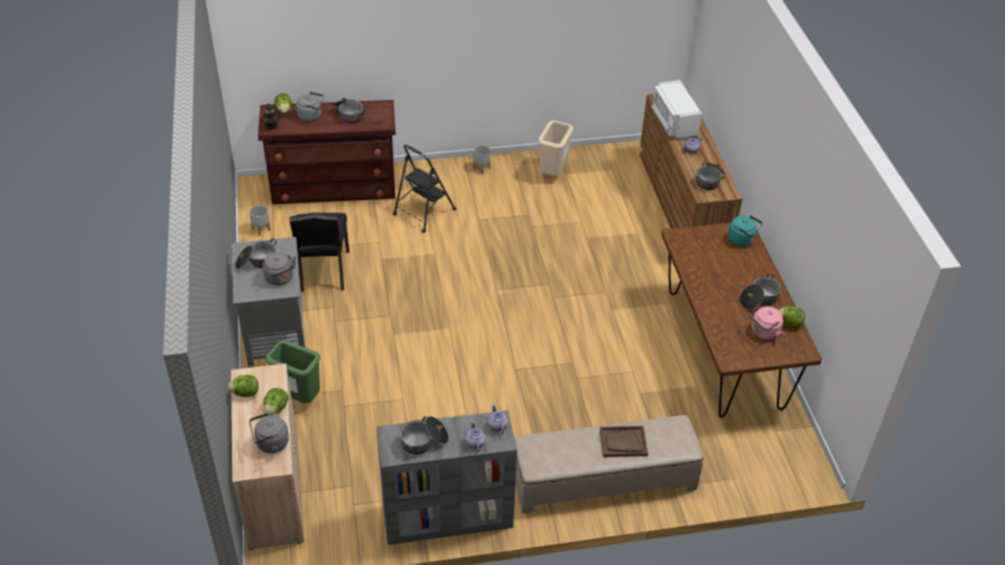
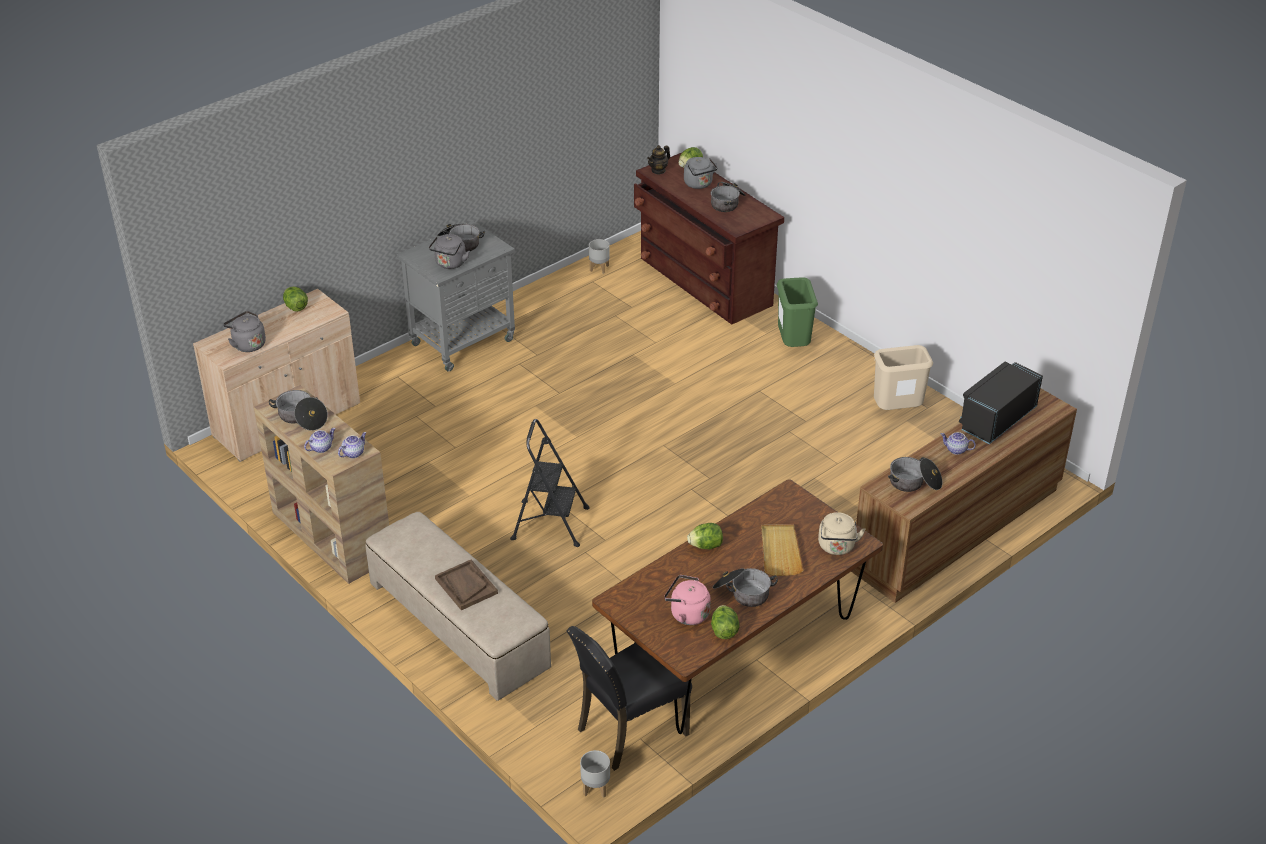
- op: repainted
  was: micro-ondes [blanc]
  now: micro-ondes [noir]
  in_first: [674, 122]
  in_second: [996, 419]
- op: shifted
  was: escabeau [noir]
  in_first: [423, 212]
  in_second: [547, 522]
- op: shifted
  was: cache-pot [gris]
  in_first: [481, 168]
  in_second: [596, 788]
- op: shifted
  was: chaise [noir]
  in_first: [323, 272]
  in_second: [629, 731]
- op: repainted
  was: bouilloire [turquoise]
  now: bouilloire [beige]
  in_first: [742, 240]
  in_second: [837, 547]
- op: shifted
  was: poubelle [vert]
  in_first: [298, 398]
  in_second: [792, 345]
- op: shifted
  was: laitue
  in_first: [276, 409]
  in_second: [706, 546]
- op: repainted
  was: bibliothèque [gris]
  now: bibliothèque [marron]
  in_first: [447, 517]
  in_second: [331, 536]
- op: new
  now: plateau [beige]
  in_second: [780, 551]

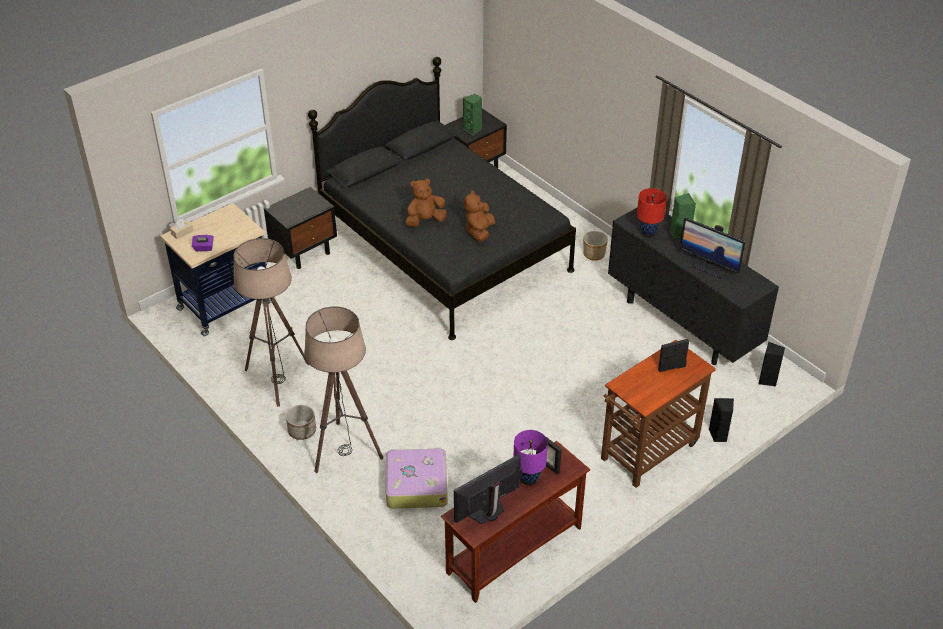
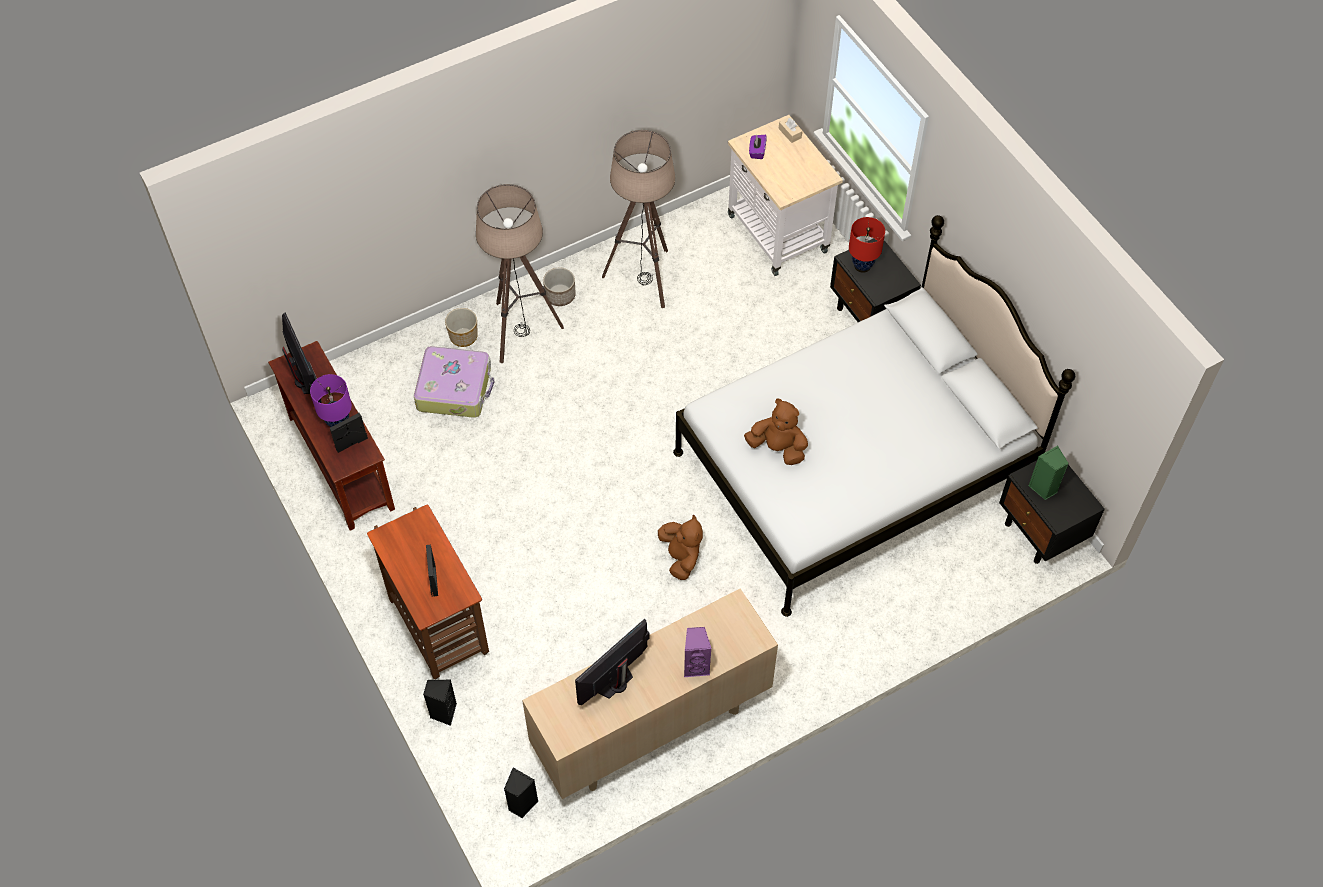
- op: repainted
  was: lit [noir]
  now: lit [blanc]
  in_first: [445, 250]
  in_second: [853, 469]
- op: shifted
  was: peluche [marron]
  in_first: [425, 221]
  in_second: [681, 557]
- op: shifted
  was: lampe de table [rouge]
  in_first: [648, 233]
  in_second: [862, 266]
- op: repainted
  was: enceinte [vert]
  now: enceinte [violet]
  in_first: [679, 233]
  in_second: [696, 665]
- op: repainted
  was: chariot [bleu]
  now: chariot [blanc]
  in_first: [225, 306]
  in_second: [778, 235]
- op: repainted
  was: commode [noir]
  now: commode [beige]
  in_first: [682, 324]
  in_second: [652, 727]
- op: shifted
  was: cache-pot
  in_first: [594, 254]
  in_second: [463, 337]

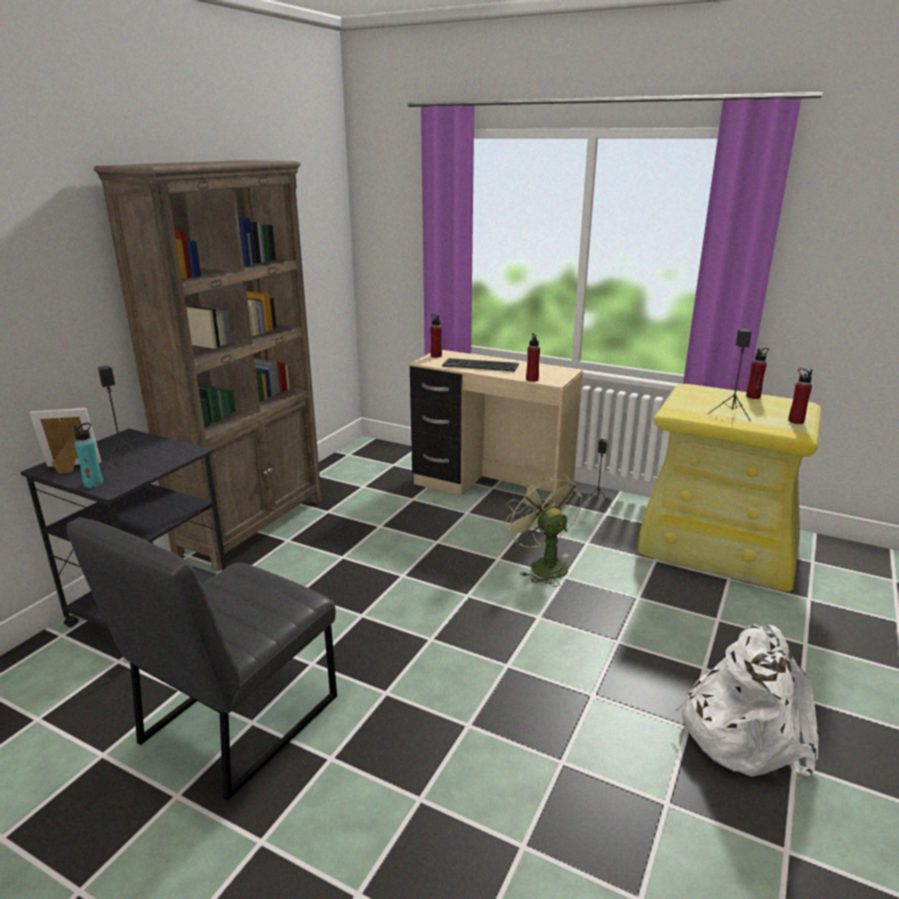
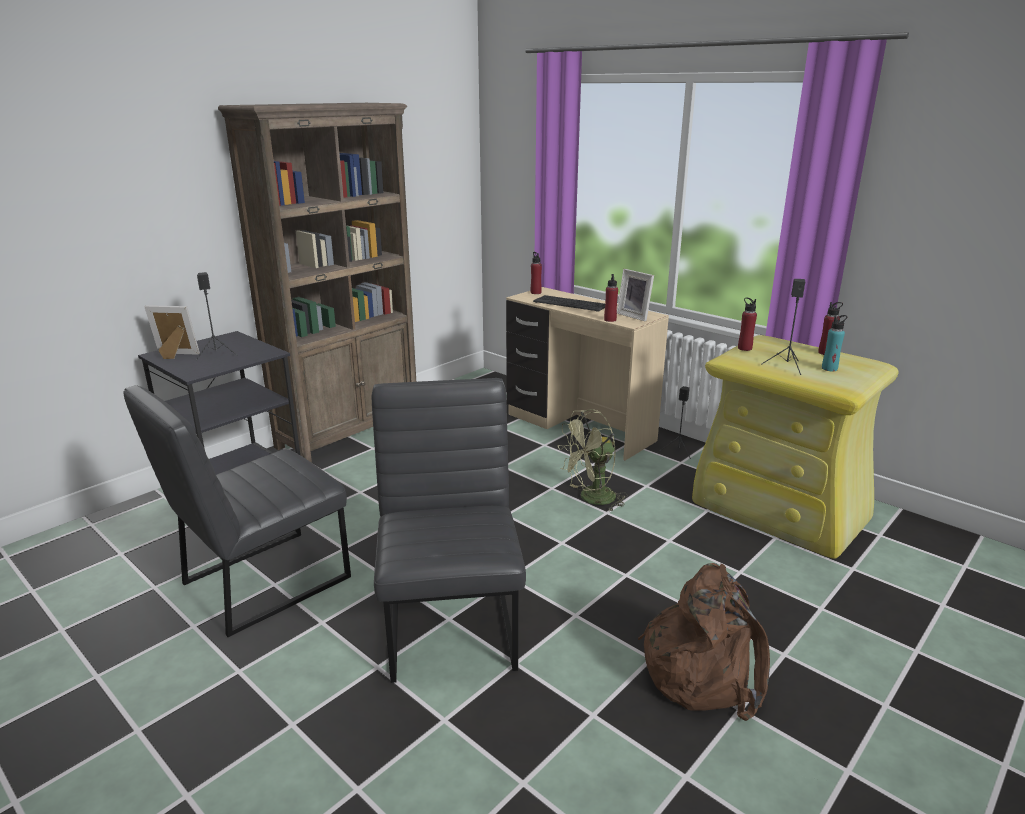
- op: shifted
  was: bouteille [rouge]
  in_first: [796, 421]
  in_second: [744, 348]
- op: shifted
  was: bouteille [turquoise]
  in_first: [93, 484]
  in_second: [829, 368]
- op: rotated
  was: ventilateur [vert]
  in_first: [542, 565]
  in_second: [591, 499]
  clockwise: -105
- op: repainted
  was: sac à dos [blanc]
  now: sac à dos [marron]
  in_first: [741, 729]
  in_second: [704, 670]
- op: new
  now: cadre photo
  in_second: [635, 316]
- op: new
  now: chaise [gris]
  in_second: [452, 621]

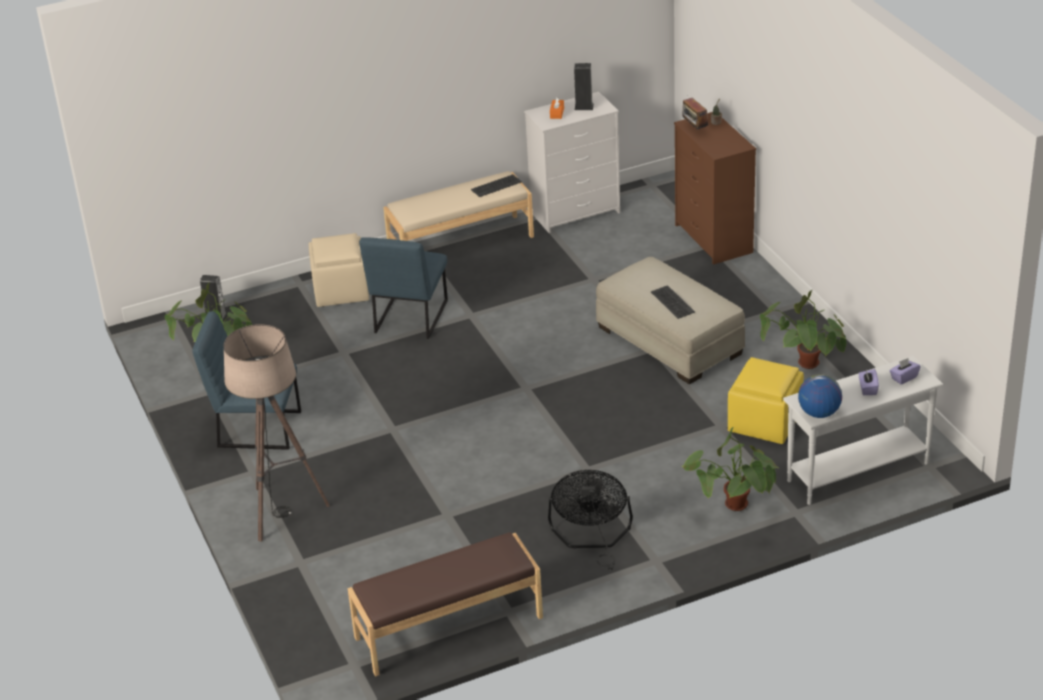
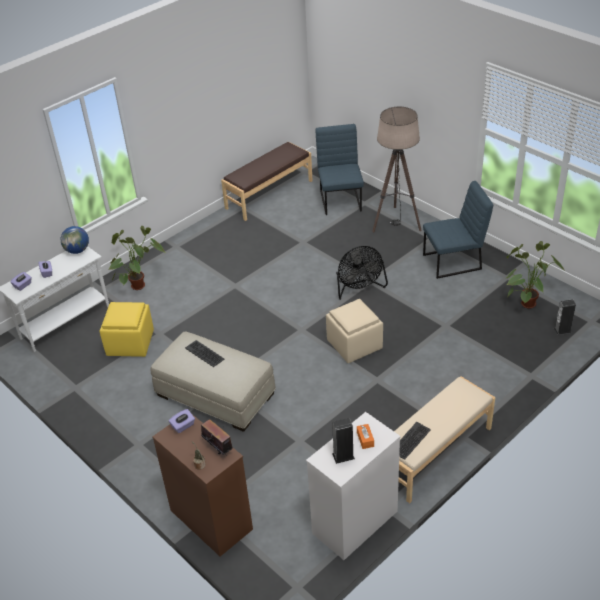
- op: shifted
  was: pouf [beige]
  in_first: [340, 291]
  in_second: [355, 345]
- op: shifted
  was: chaise [bleu]
  in_first: [410, 318]
  in_second: [340, 199]
- op: gone
  was: plante en pot
  in_first: [802, 368]
- op: shifted
  was: ventilateur [noir]
  in_first: [593, 540]
  in_second: [357, 288]
- op: new
  now: boîte à mouchoirs [violet]
  in_second: [183, 426]

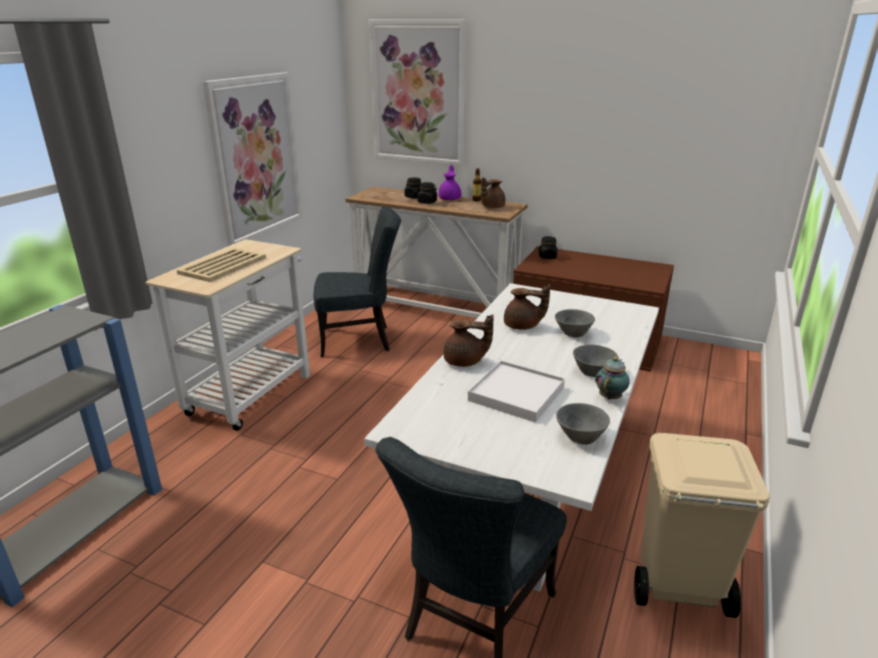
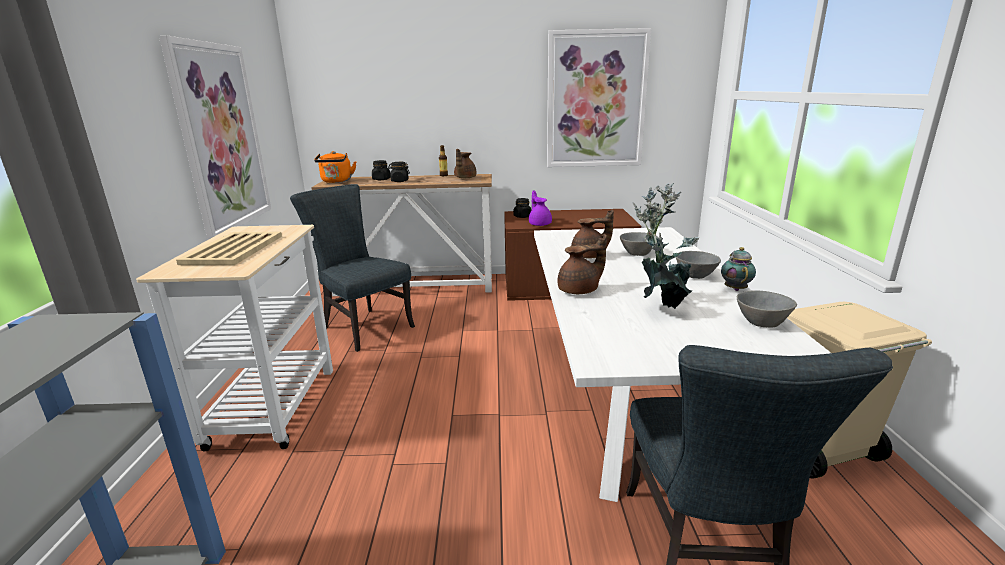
- op: shifted
  was: tableau
  in_first: [418, 93]
  in_second: [596, 100]
- op: shifted
  was: théière [violet]
  in_first: [450, 198]
  in_second: [539, 224]
- op: rotated
  was: chaise [gris]
  in_first: [360, 340]
  in_second: [363, 326]
  clockwise: -105
- op: swapped
  was: plateau [blanc]
  now: plante en pot
  in_first: [516, 394]
  in_second: [661, 304]
- op: new
  now: bouilloire [orange]
  in_second: [336, 181]

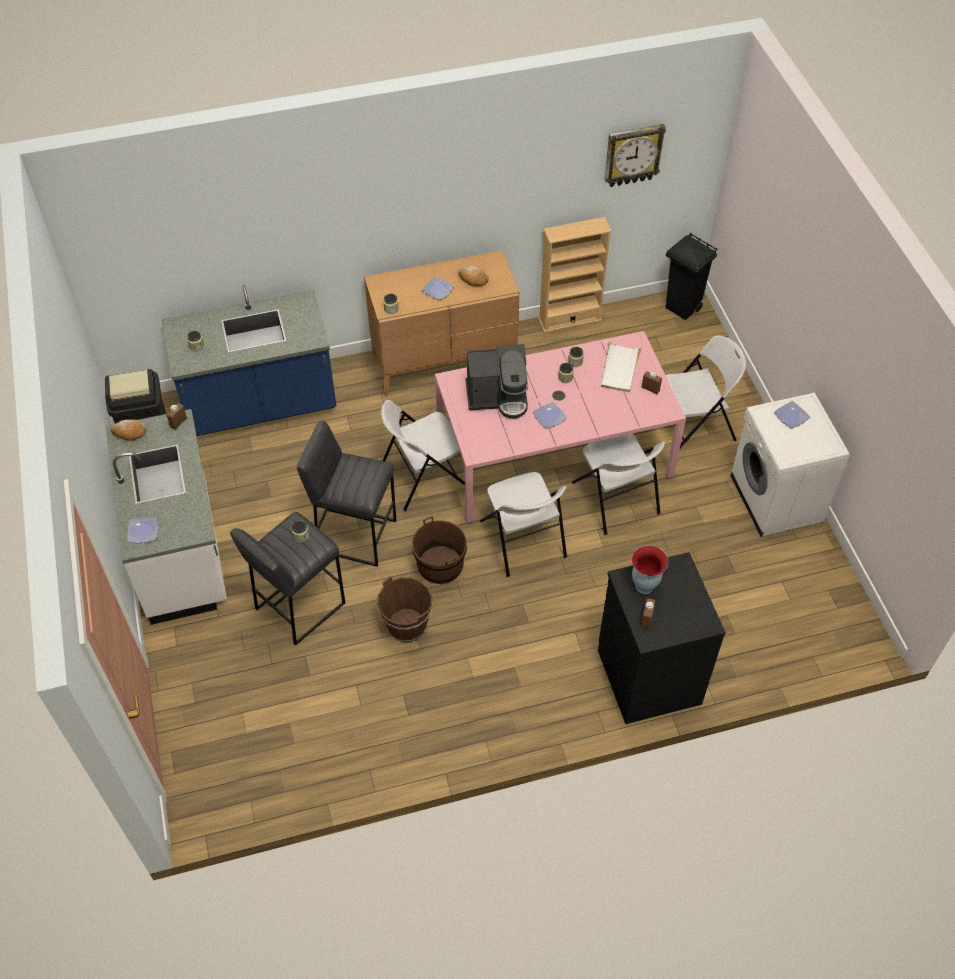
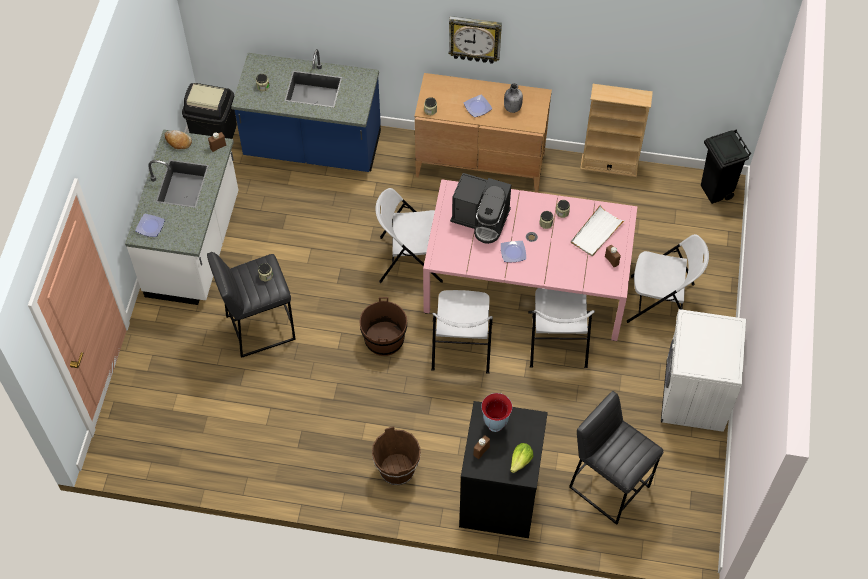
- op: shifted
  was: horloge murale
  in_first: [632, 155]
  in_second: [475, 38]
- op: swapped
  was: pain
  now: bouteille [gris]
  in_first: [473, 279]
  in_second: [512, 108]
- op: gone
  was: assiette
  in_first: [792, 416]
- op: shifted
  was: tabouret [gris]
  in_first: [355, 535]
  in_second: [608, 486]
- op: shifted
  was: seau [marron]
  in_first: [406, 626]
  in_second: [396, 470]
- op: new
  now: laitue
  in_second: [520, 461]

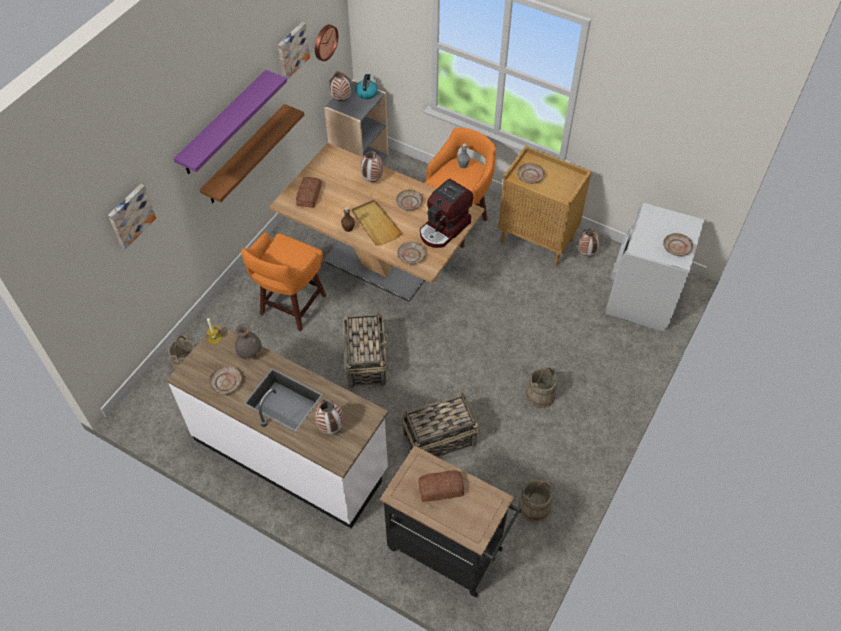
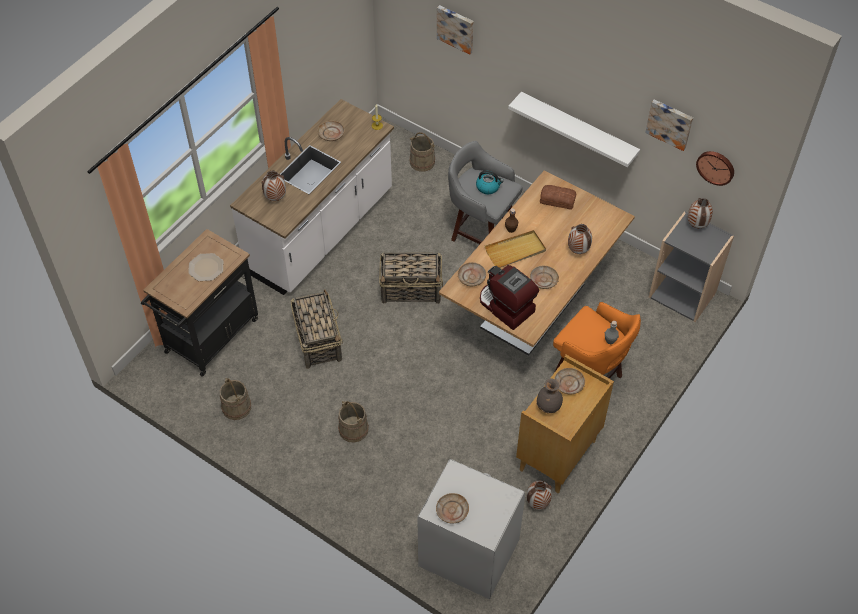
- op: gone
  was: étagère [violet]
  in_first: [224, 123]
- op: shifted
  was: bouilloire
  in_first: [366, 93]
  in_second: [488, 187]
- op: repainted
  was: étagère [marron]
  now: étagère [blanc]
  in_first: [245, 155]
  in_second: [578, 129]
- op: repainted
  was: tabouret [orange]
  now: tabouret [gris]
  in_first: [291, 306]
  in_second: [481, 233]
- op: shifted
  was: vase [gris]
  in_first: [250, 352]
  in_second: [549, 406]
- op: swapped
  was: pain
  now: assiette
  in_first: [440, 488]
  in_second: [206, 267]

